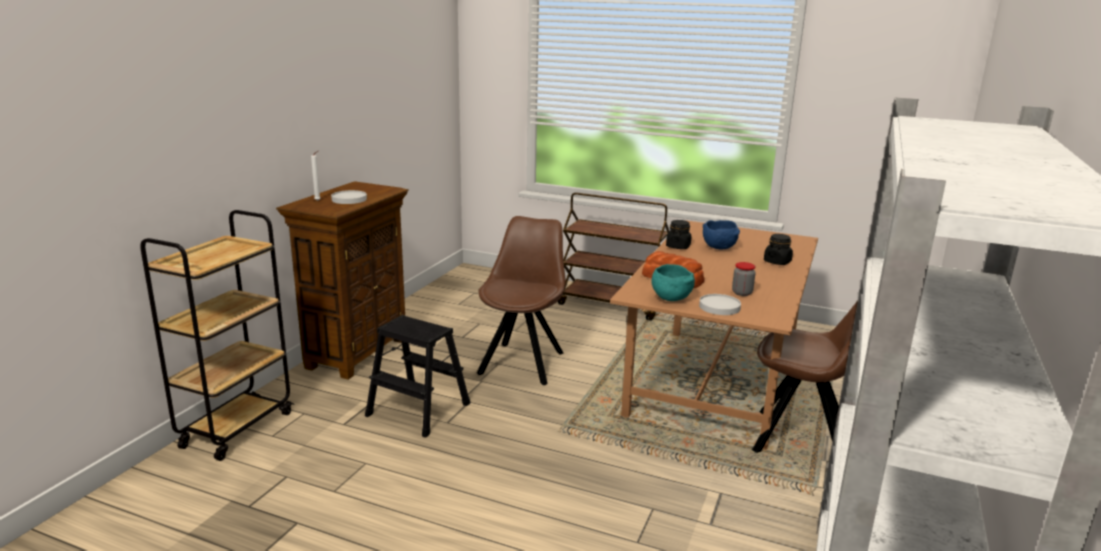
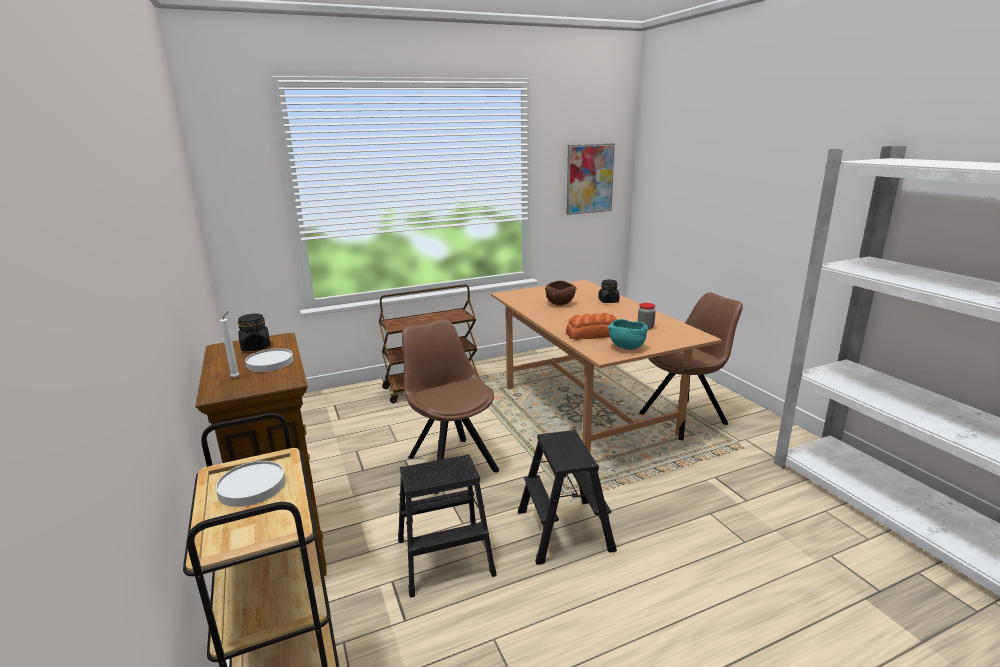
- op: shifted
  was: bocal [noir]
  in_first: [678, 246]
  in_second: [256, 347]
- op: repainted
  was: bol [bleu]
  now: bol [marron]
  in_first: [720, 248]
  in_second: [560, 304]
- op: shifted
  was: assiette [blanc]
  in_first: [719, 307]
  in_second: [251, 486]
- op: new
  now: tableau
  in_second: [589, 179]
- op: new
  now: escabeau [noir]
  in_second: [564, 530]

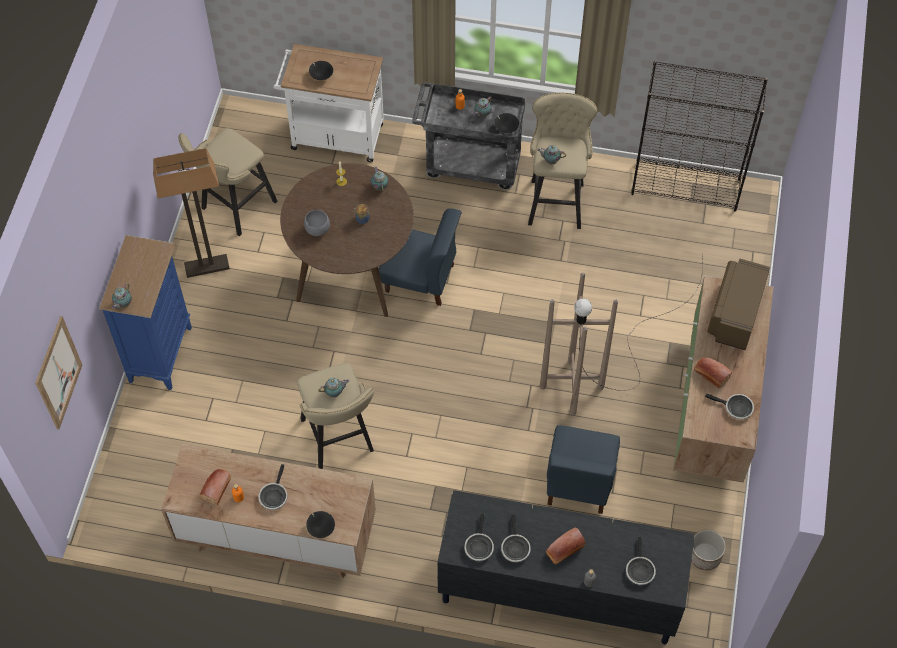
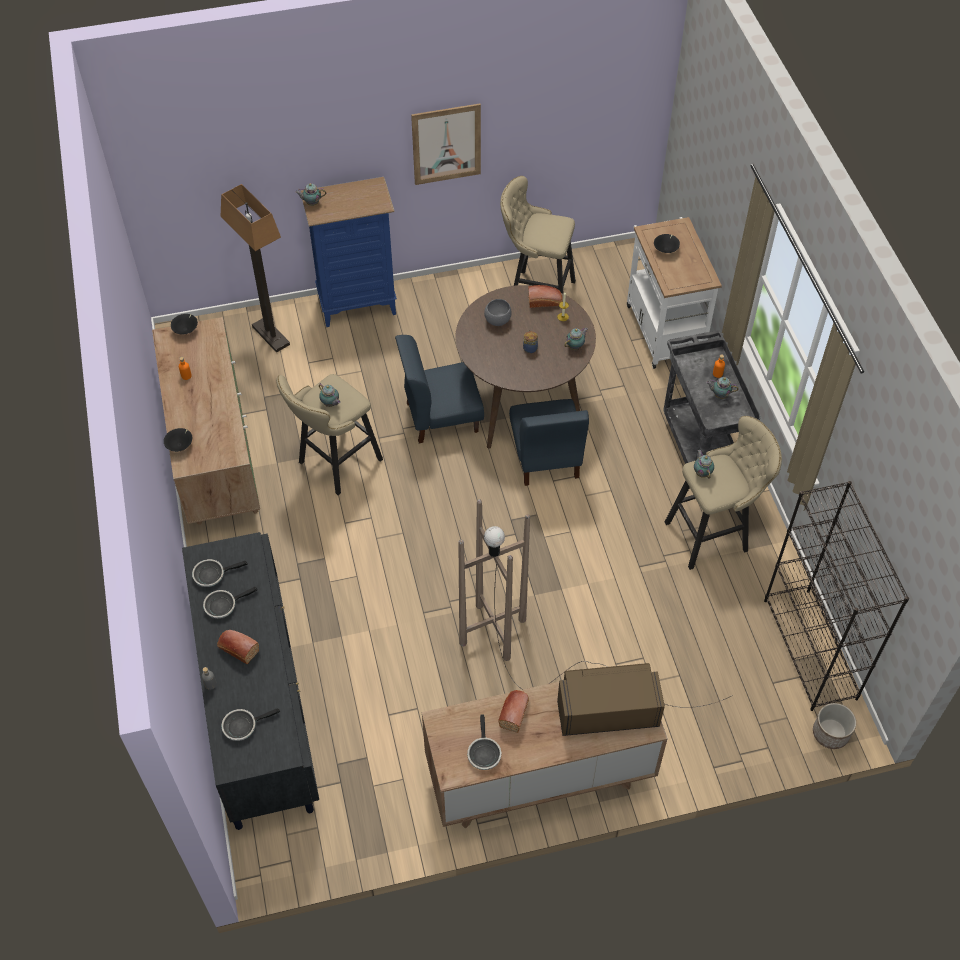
- op: shifted
  was: bol [noir]
  in_first: [506, 128]
  in_second: [186, 330]
- op: shifted
  was: lampadaire
  in_first: [207, 266]
  in_second: [271, 336]
- op: shifted
  was: tableau
  in_first: [58, 373]
  in_second: [446, 144]
- op: shifted
  was: chaise [bleu]
  in_first: [579, 481]
  in_second: [441, 416]
- op: gone
  was: poêle
  in_first: [274, 495]
- op: shifted
  was: pain
  in_first: [217, 488]
  in_second: [545, 301]
- op: shifted
  was: cache-pot
  in_first: [704, 556]
  in_second: [830, 733]

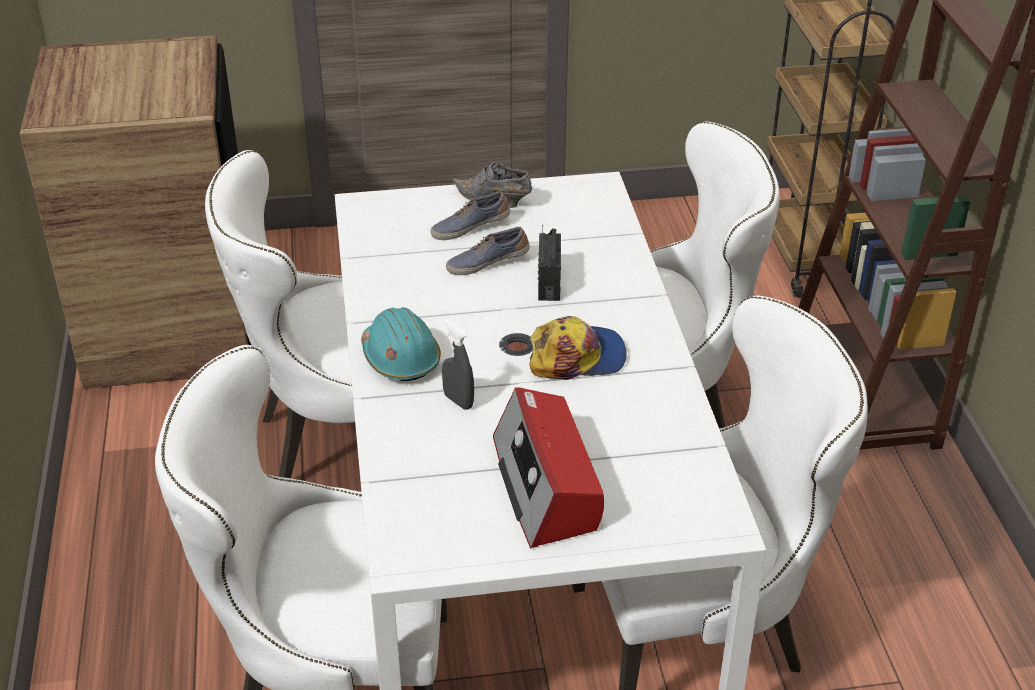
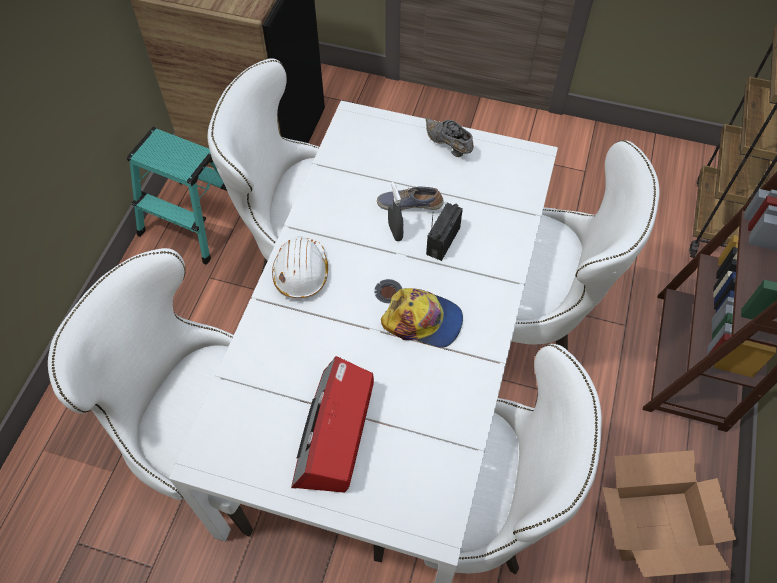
- op: gone
  was: chaussure
  in_first: [470, 228]
- op: repainted
  was: casque de chantier [turquoise]
  now: casque de chantier [blanc]
  in_first: [400, 358]
  in_second: [301, 272]
- op: shifted
  was: vaporisateur [gris]
  in_first: [458, 401]
  in_second: [395, 232]
- op: new
  now: escabeau [turquoise]
  in_second: [194, 219]
- op: new
  now: carton
  in_second: [654, 527]

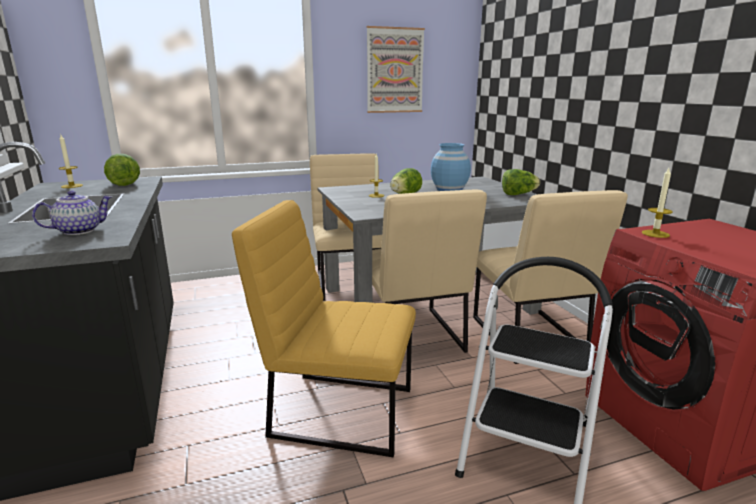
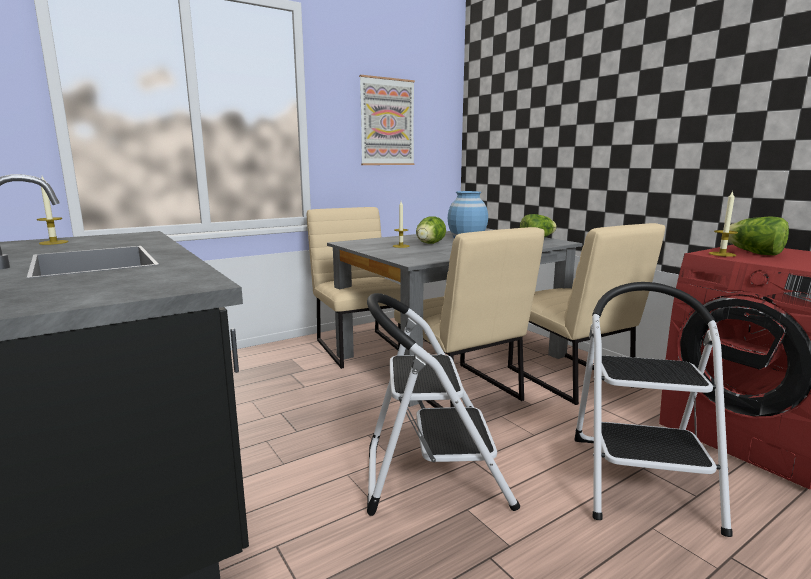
- op: shifted
  was: laitue
  in_first: [124, 183]
  in_second: [754, 253]
- op: gone
  was: théière
  in_first: [79, 231]
- op: swapped
  was: chaise [jaune]
  now: escabeau
  in_first: [338, 410]
  in_second: [431, 476]

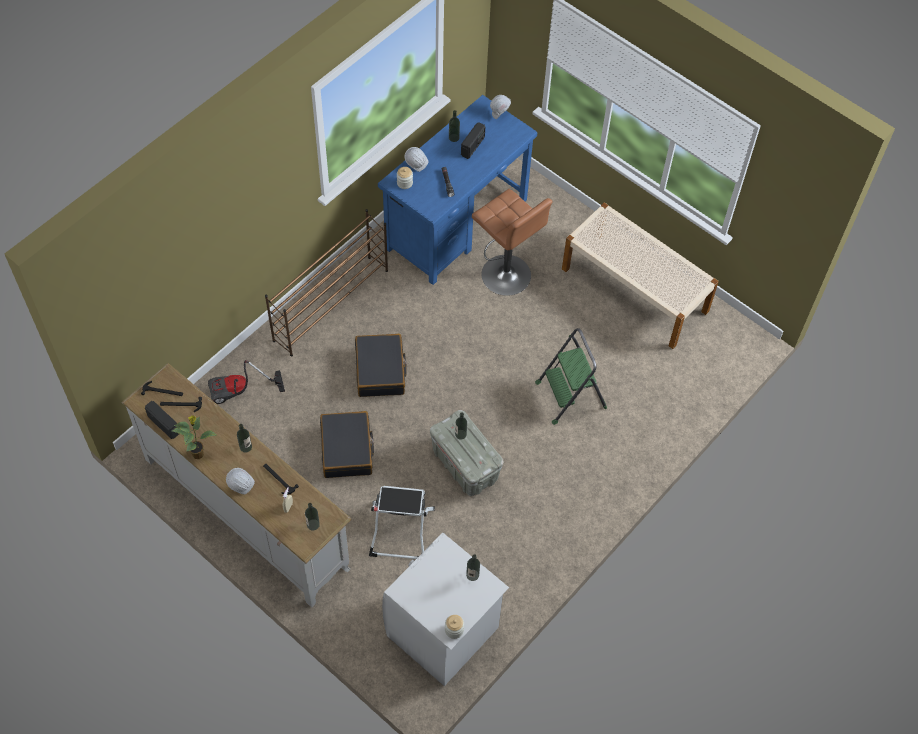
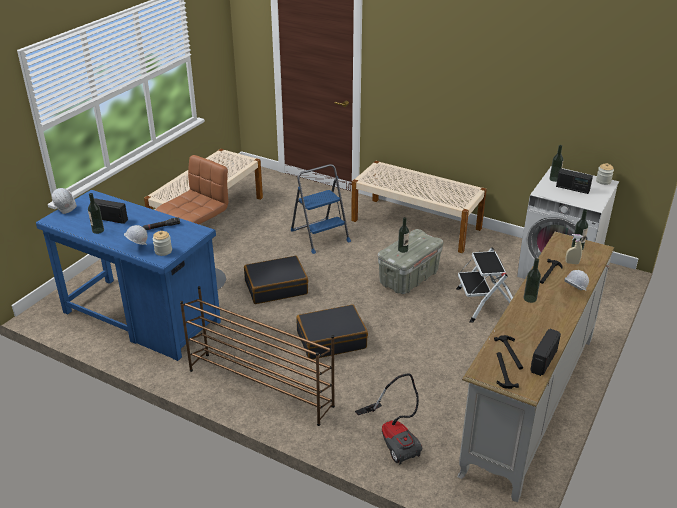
- op: repainted
  was: escabeau [vert]
  now: escabeau [bleu]
  in_first: [574, 394]
  in_second: [319, 235]
- op: shifted
  was: valise [noir]
  in_first: [347, 449]
  in_second: [276, 287]
- op: gone
  was: plante en pot
  in_first: [198, 453]
- op: new
  now: banc [beige]
  in_second: [416, 224]
- op: new
  now: radio
  in_second: [572, 189]

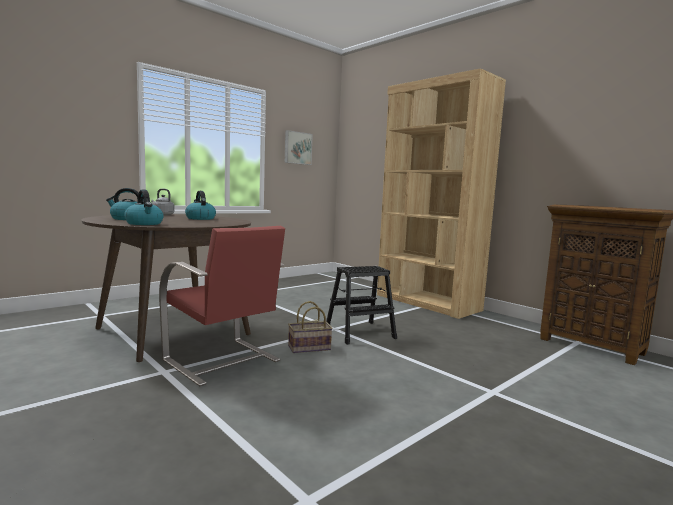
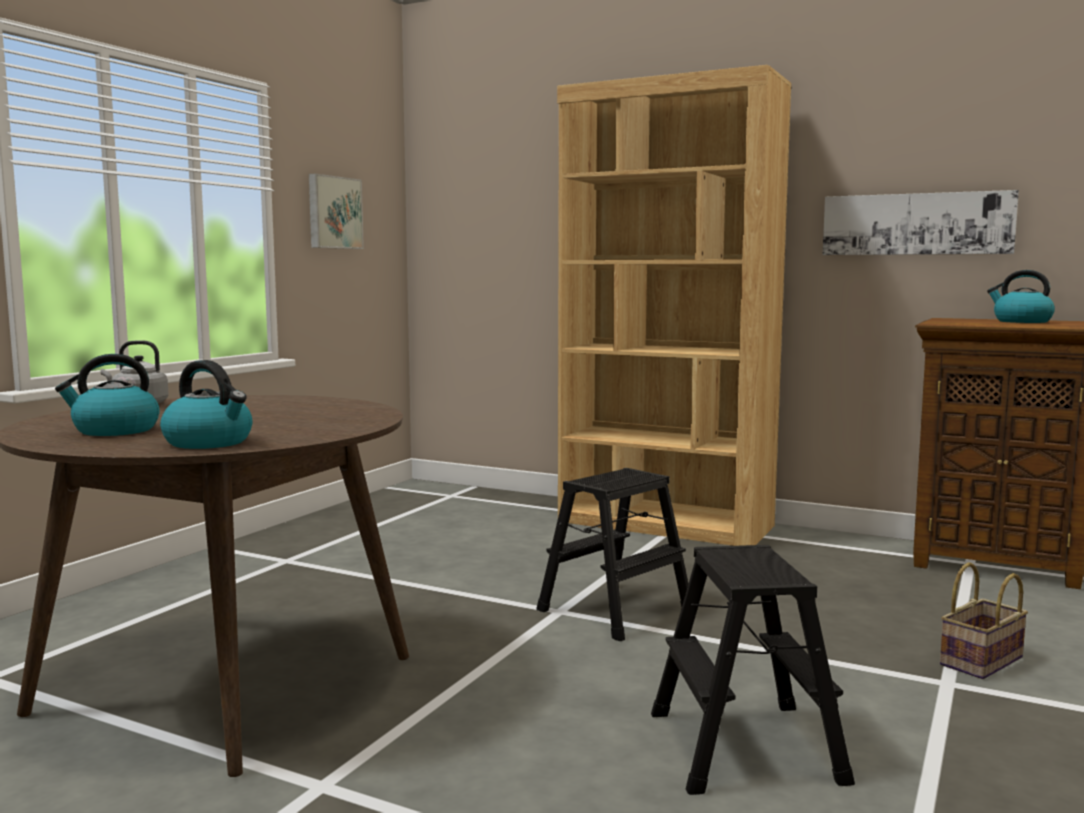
- op: shifted
  was: bouilloire
  in_first: [200, 218]
  in_second: [1021, 321]
- op: gone
  was: chaise [rouge]
  in_first: [222, 361]
- op: shifted
  was: panier
  in_first: [308, 348]
  in_second: [982, 662]
- op: new
  now: tableau
  in_second: [916, 224]
- op: new
  now: escabeau [noir]
  in_second: [745, 747]

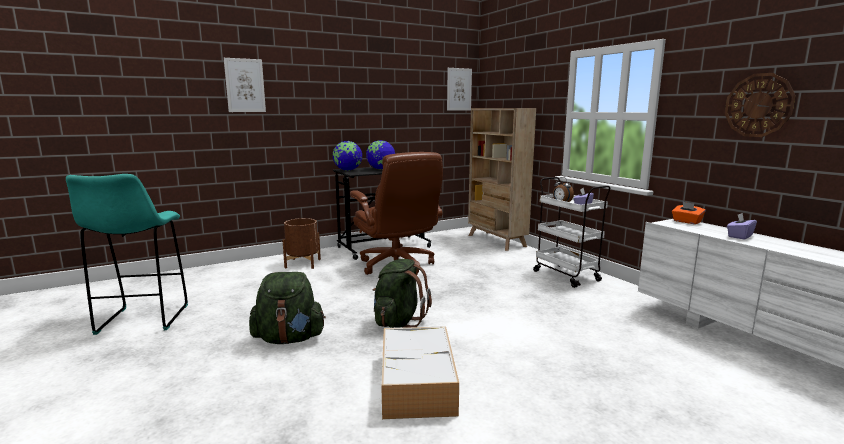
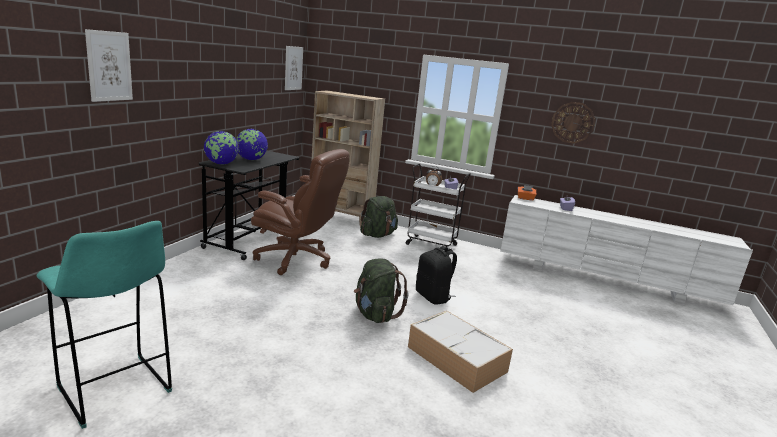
- op: gone
  was: cache-pot [marron]
  in_first: [303, 263]
- op: shifted
  was: sac à dos [vert]
  in_first: [289, 339]
  in_second: [377, 235]
- op: new
  now: sac à dos [noir]
  in_second: [433, 297]

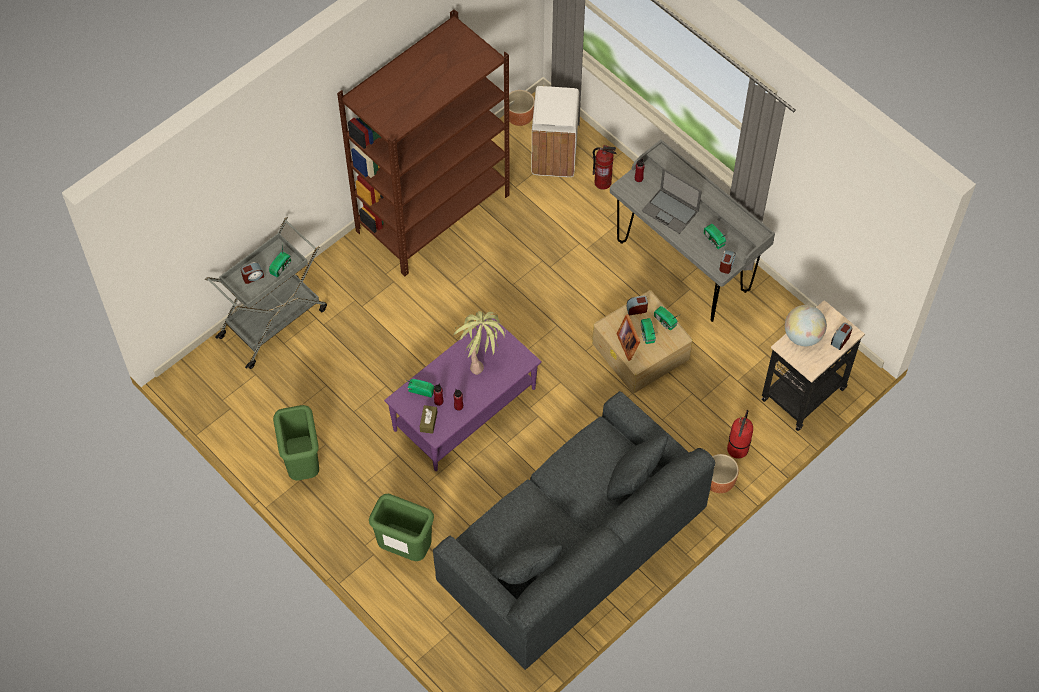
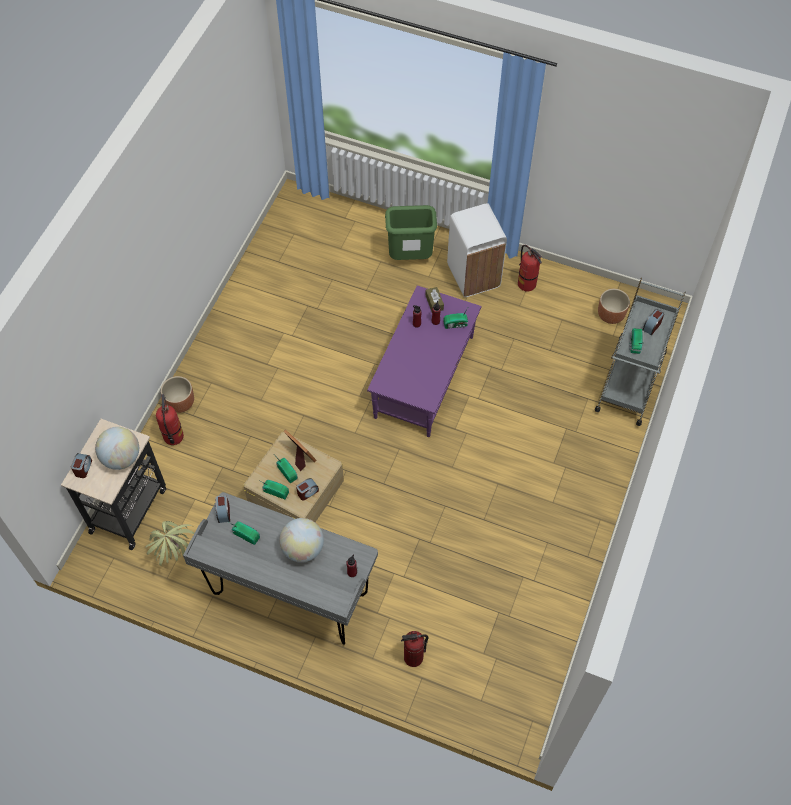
- op: gone
  was: bibliothèque [marron]
  in_first: [433, 213]
- op: shifted
  was: poubelle [blanc]
  in_first: [555, 157]
  in_second: [473, 276]
- op: shifted
  was: cache-pot [marron]
  in_first: [520, 117]
  in_second: [610, 315]
- op: swapped
  was: ordinateur portable
  now: globe
  in_first: [671, 211]
  in_second: [303, 548]
- op: shifted
  was: plante en pot
  in_first: [481, 356]
  in_second: [177, 559]
- op: gone
  was: canapé [gris]
  in_first: [571, 548]
- op: swapped
  was: poubelle [vert]
  now: extincteur
  in_first: [302, 464]
  in_second: [527, 284]

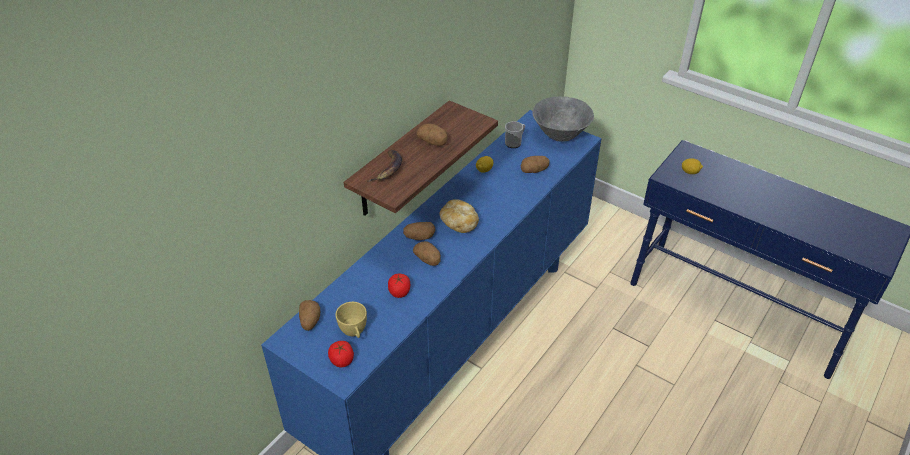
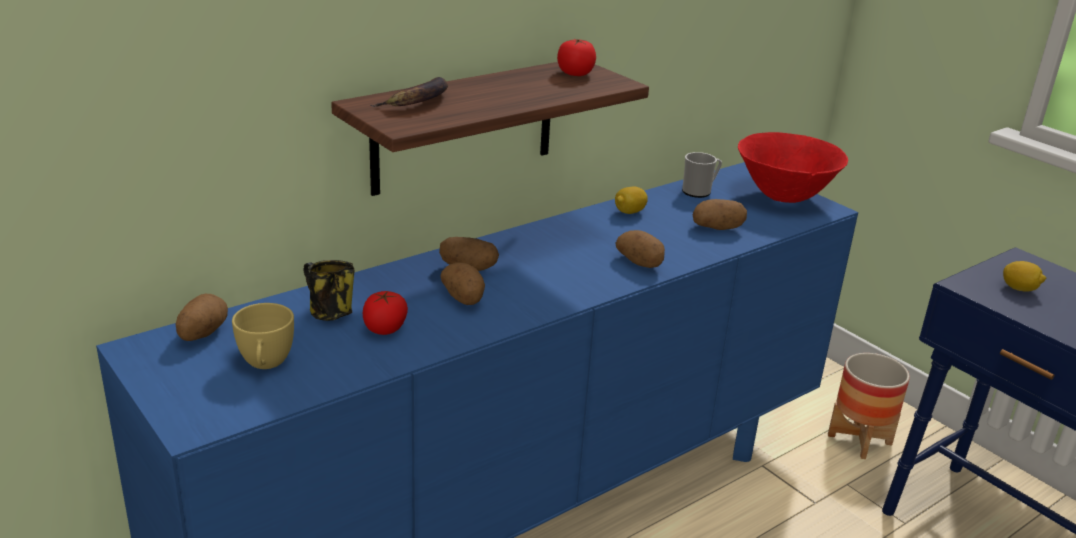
- op: repainted
  was: bol [gris]
  now: bol [rouge]
  in_first: [561, 136]
  in_second: [785, 197]
- op: shifted
  was: pomme de terre
  in_first: [433, 142]
  in_second: [640, 263]
- op: gone
  was: pain
  in_first: [459, 223]
- op: shifted
  was: tomate
  in_first: [342, 360]
  in_second: [575, 73]
- op: new
  now: mug
  in_second: [329, 313]
- op: new
  now: cache-pot
  in_second: [859, 439]

